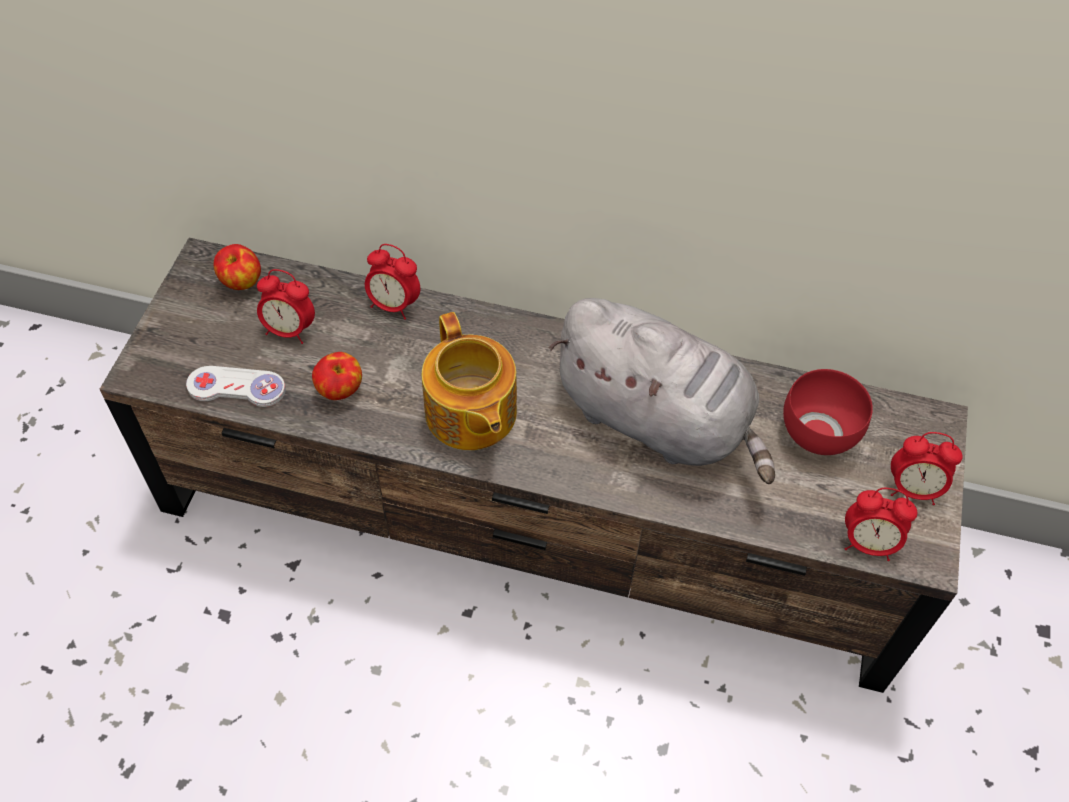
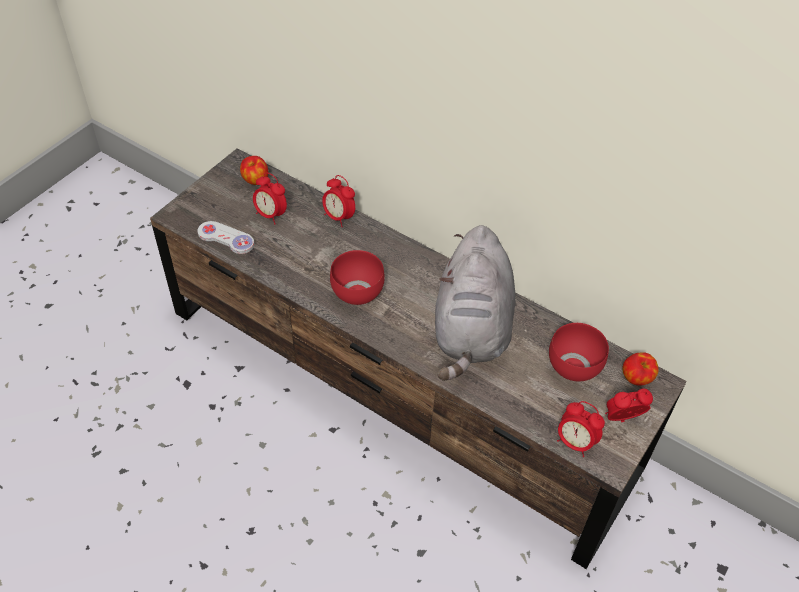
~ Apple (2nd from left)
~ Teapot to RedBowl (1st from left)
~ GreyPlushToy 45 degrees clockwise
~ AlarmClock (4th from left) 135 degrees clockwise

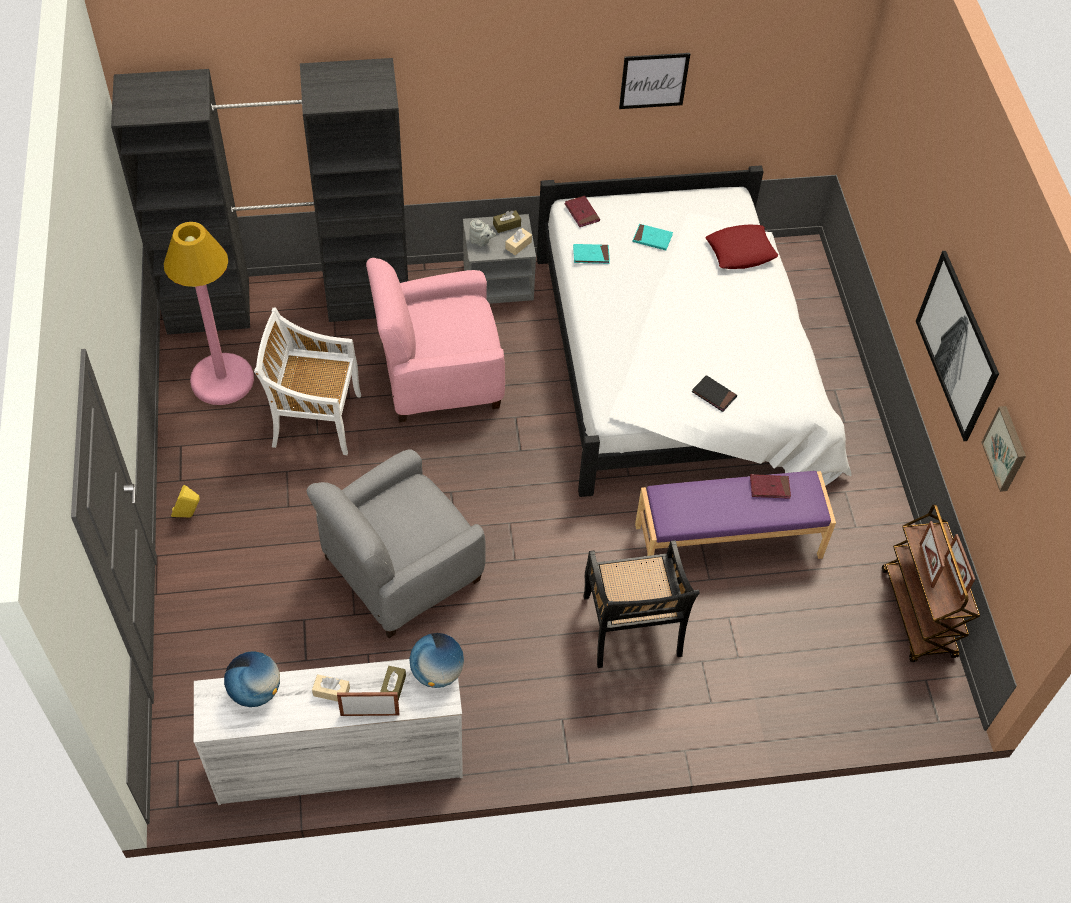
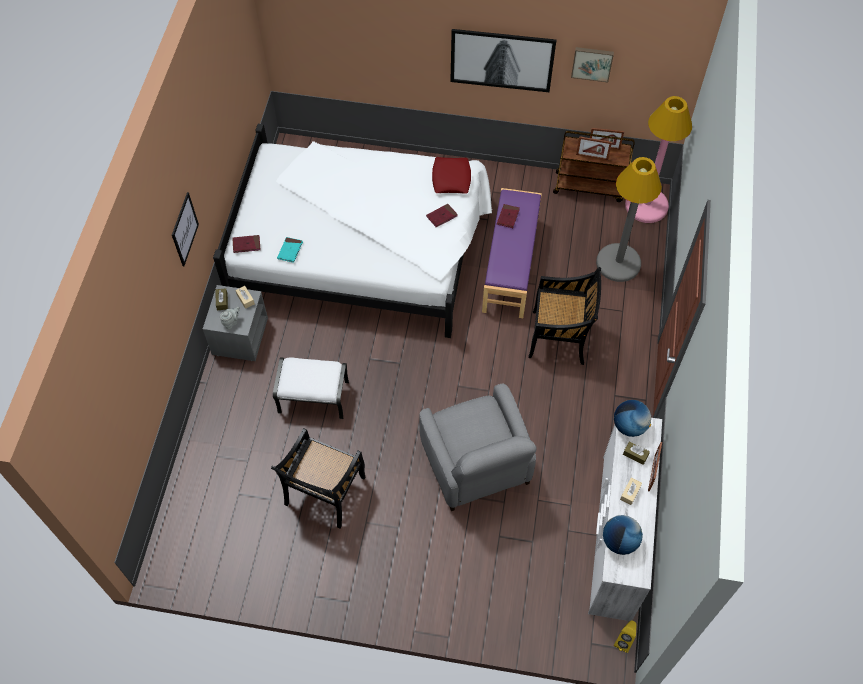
- BlackWardrobe
- TurquoiseBook (2nd from left)
+ GreyFloorLamp
~ PinkFloorLamp
~ YellowSpeaker
~ Picture (1st from left)
~ RedPillow
~ PinkArmchair to WhiteOttoman
~ WhiteChair to BlackChair (1st from left)
~ BlackBook to RedBook (2nd from left)

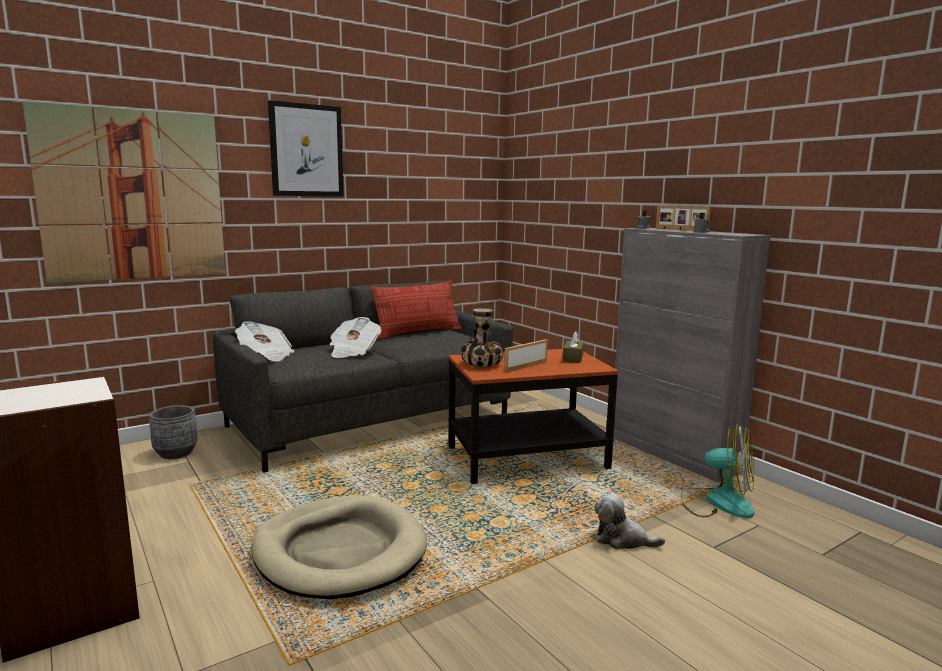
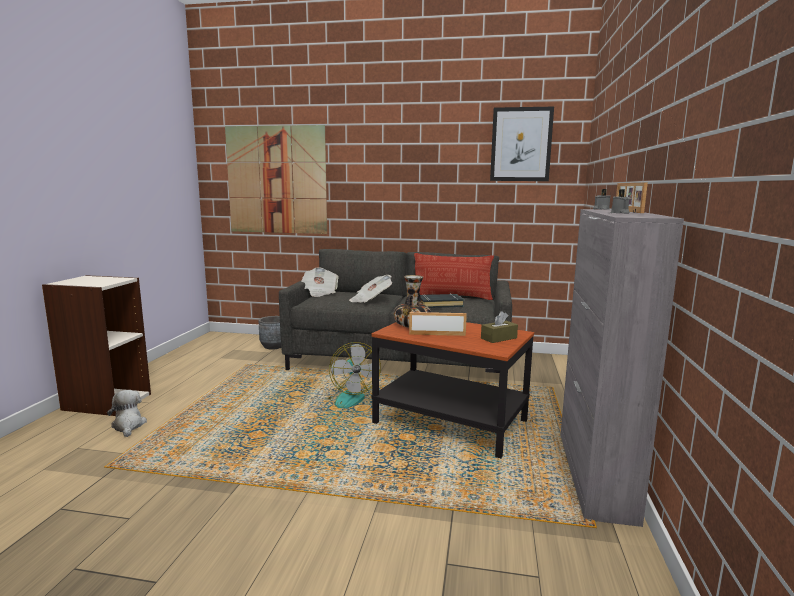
- BeigeDogBed
+ BlackBook
~ Picture (2nd from left)
~ PlushToy
~ Fan

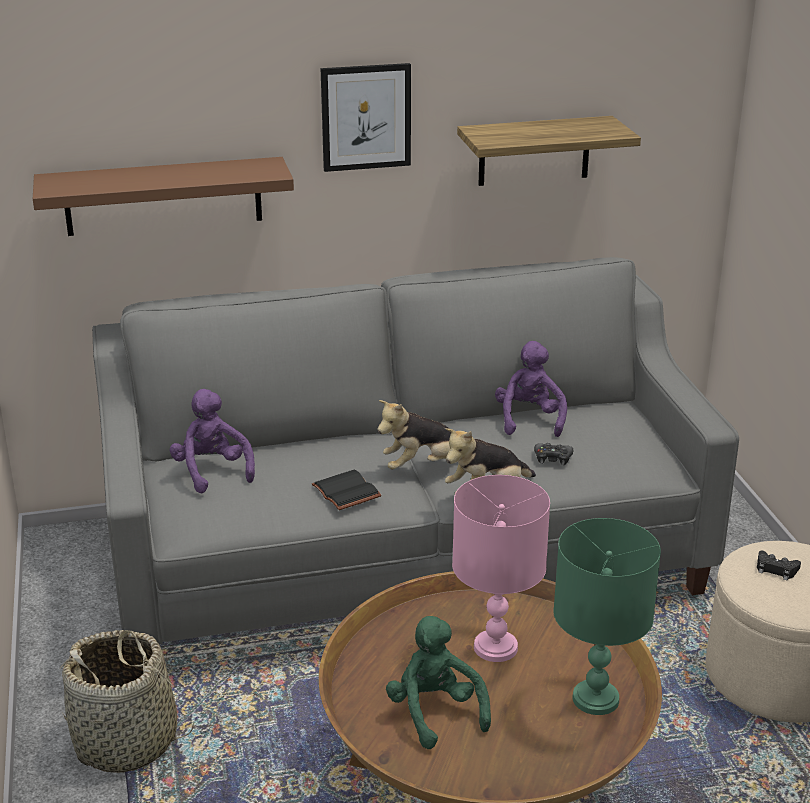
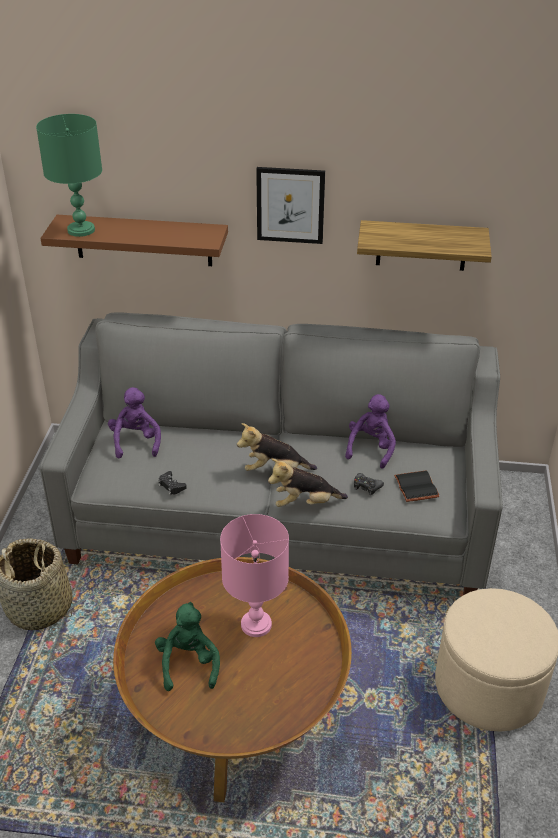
~ BlackBook
~ GreenTableLamp
~ BlackGameController (2nd from left in the first image) to BlackGameController (1st from left)

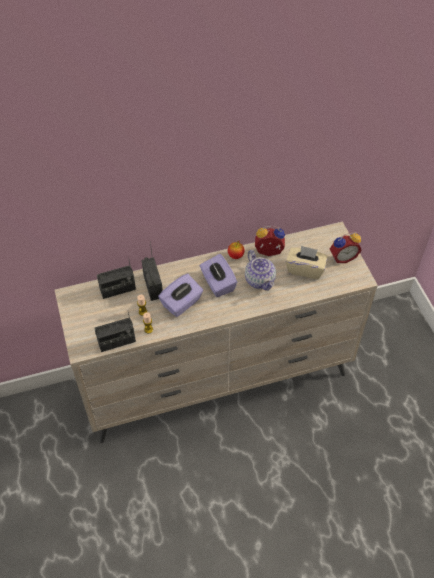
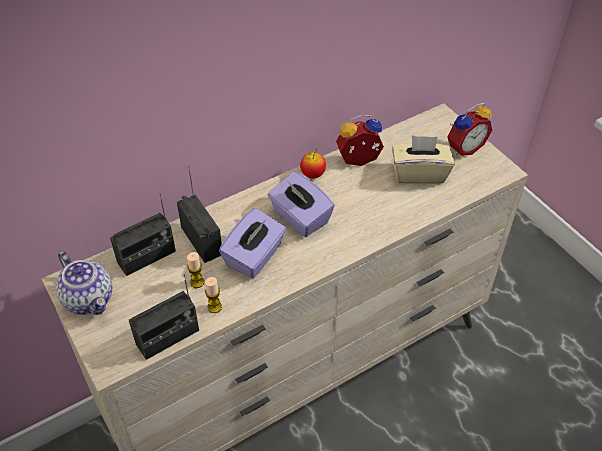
~ Teapot

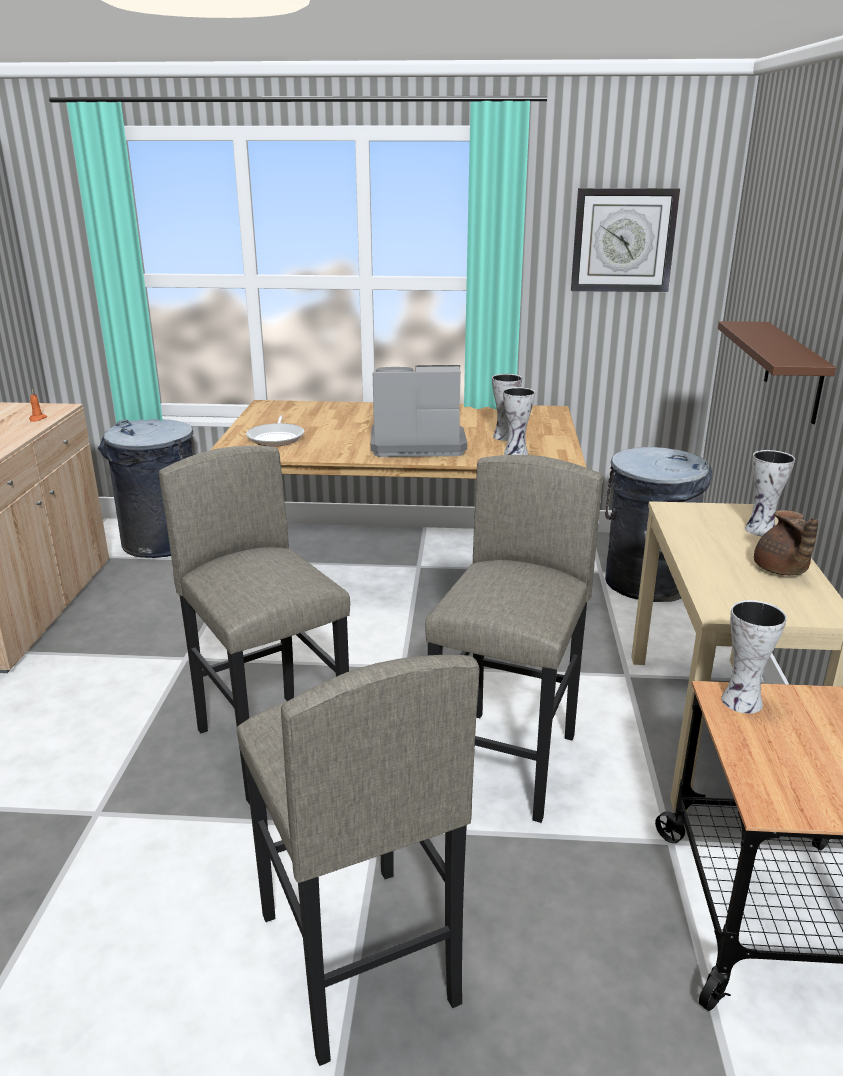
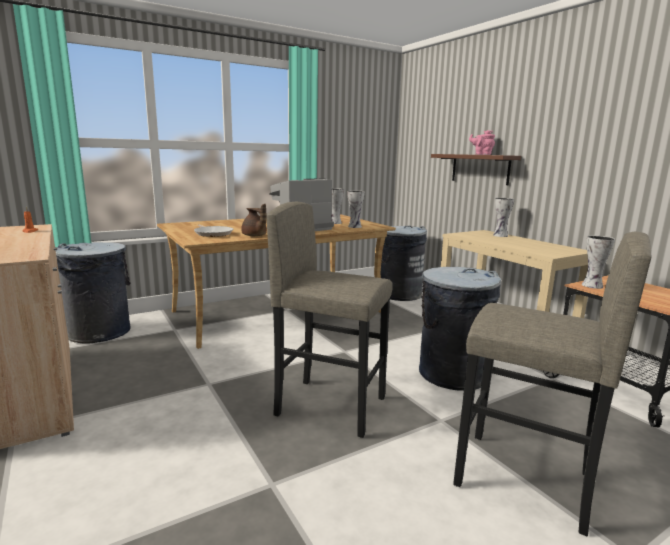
- WallClock
+ PinkTeapot
~ BrownTeapot
~ GreyStool (3rd from left) to GreyTrashCan (3rd from left)

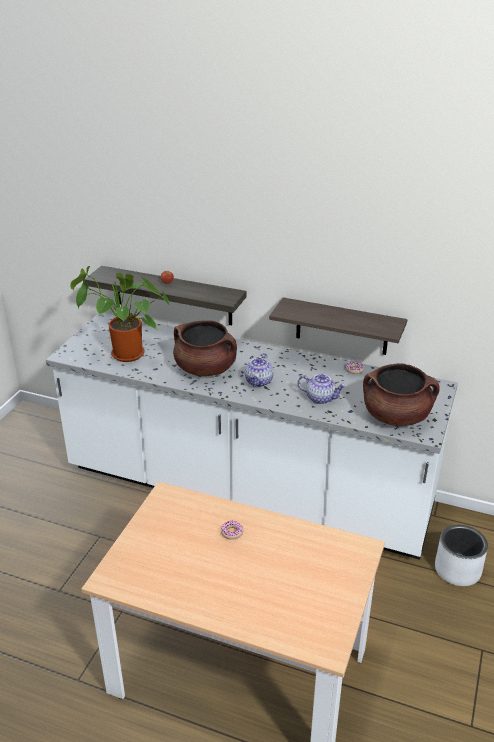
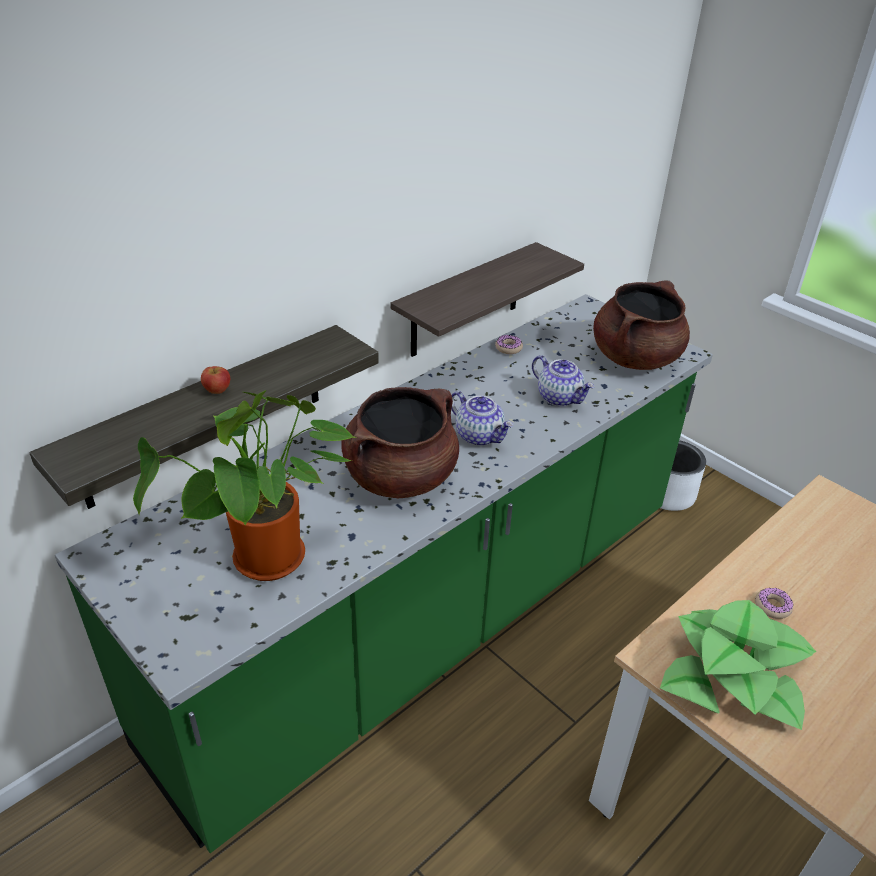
+ PottedPlant (2nd from left)
~ WhiteCounter to GreenCounter
~ Teapot (2nd from left) 90 degrees clockwise

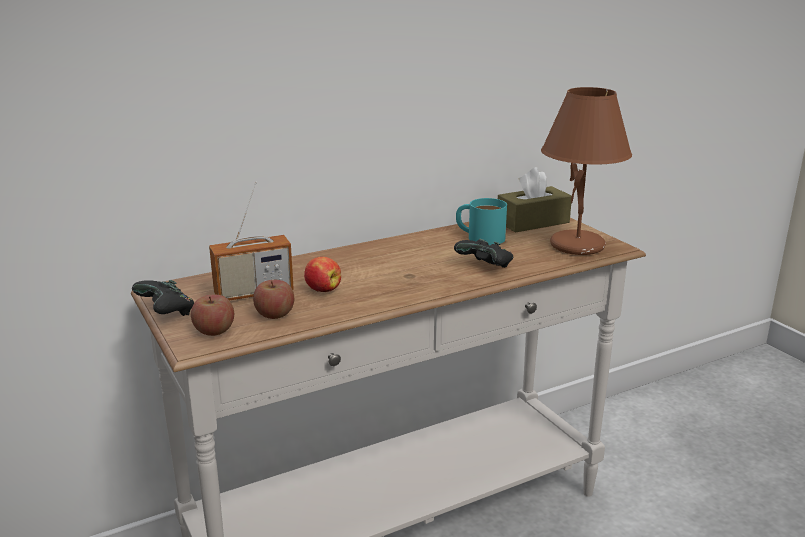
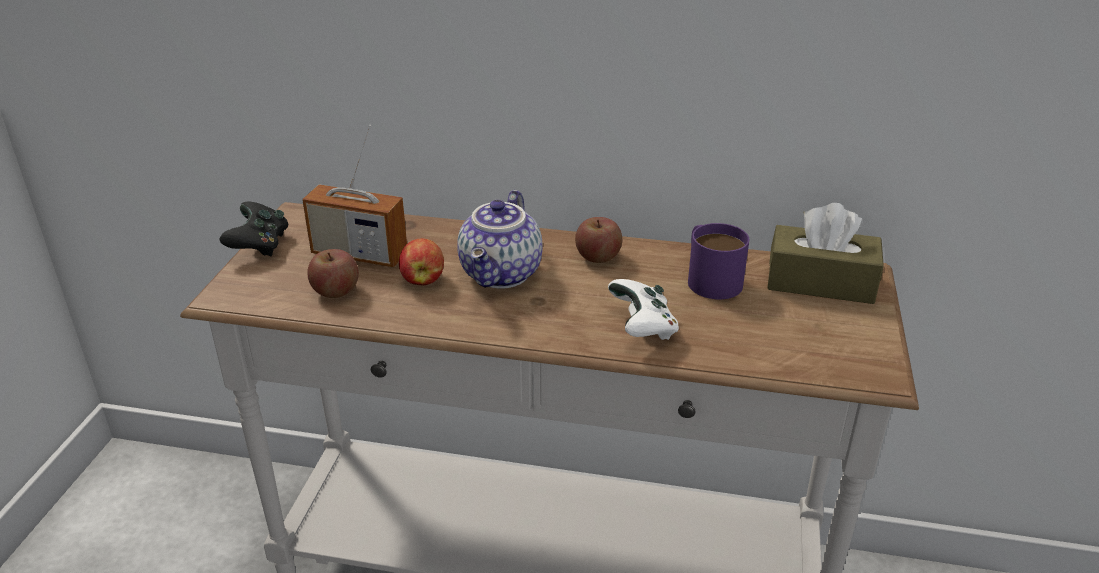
- BrownTableLamp
+ Teapot
~ Apple (1st from left in the first image) to Apple (3rd from left)
~ BlackGameController (2nd from left) to WhiteGameController
~ TurquoiseMug to PurpleMug

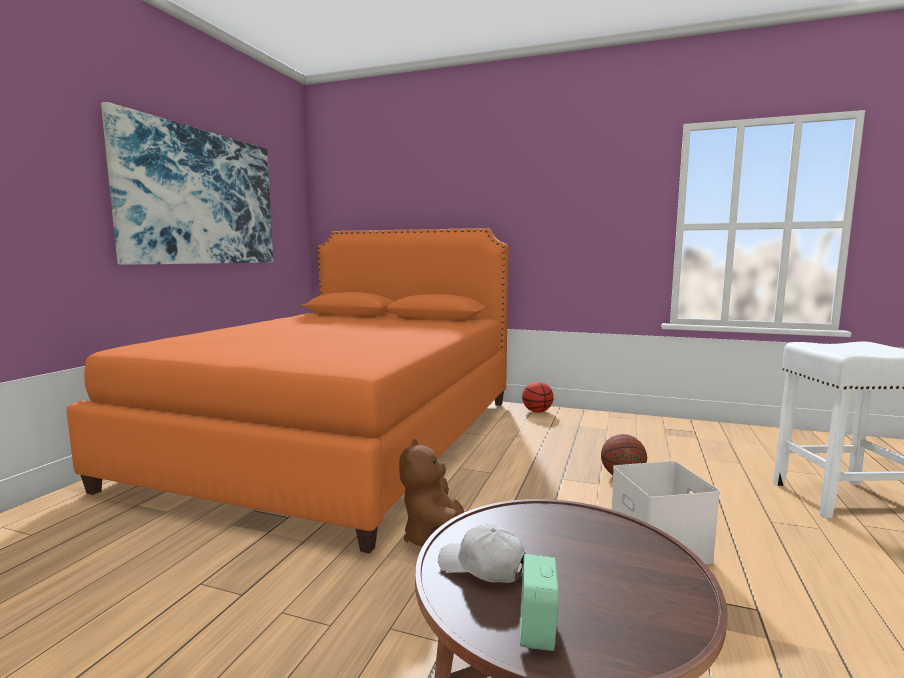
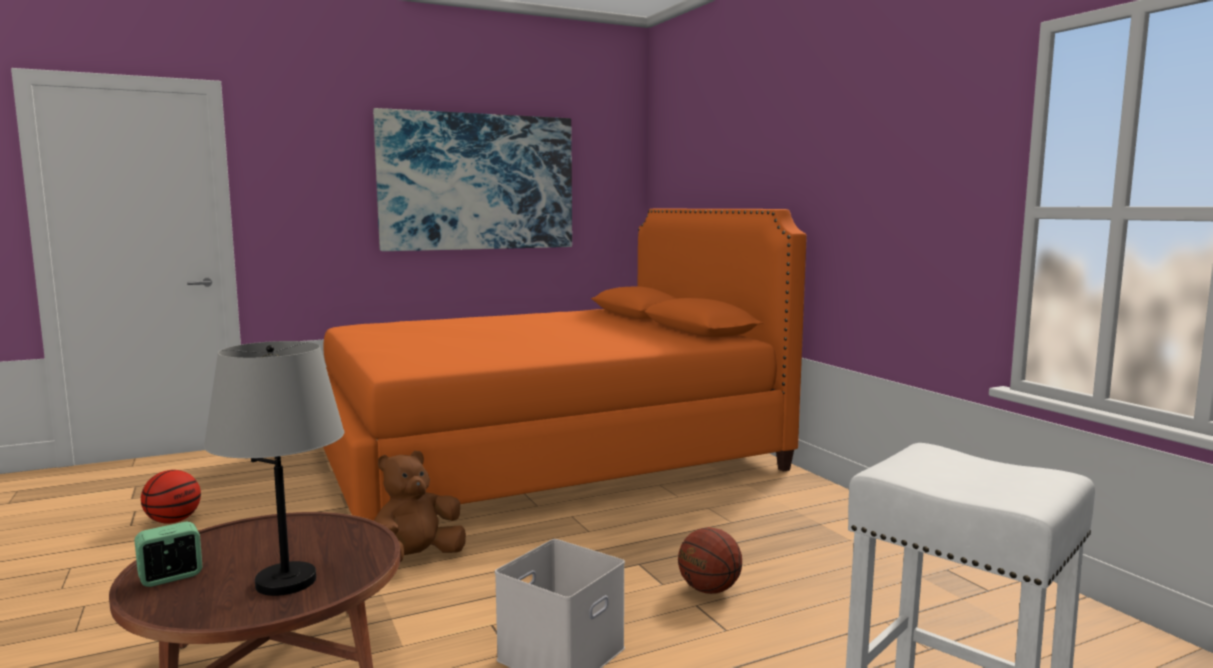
- WhiteCap
+ GreyTableLamp
~ Basketball (1st from left)

